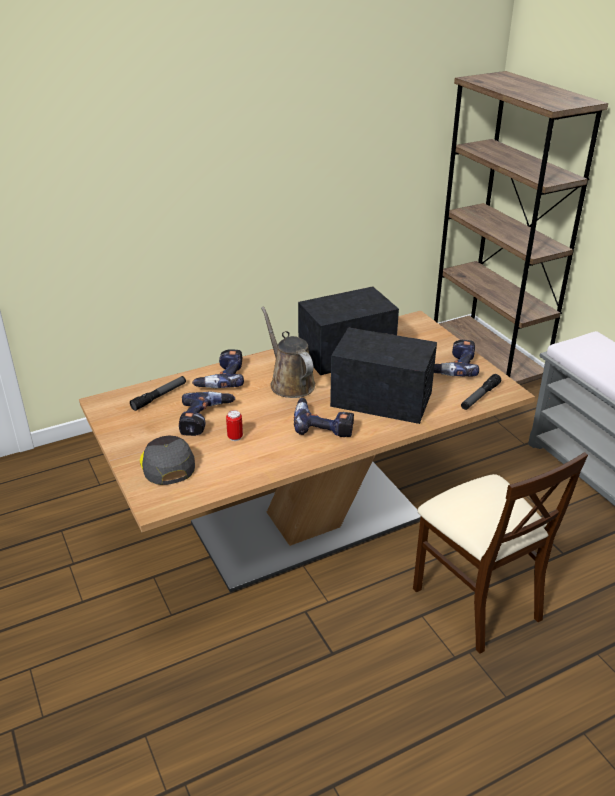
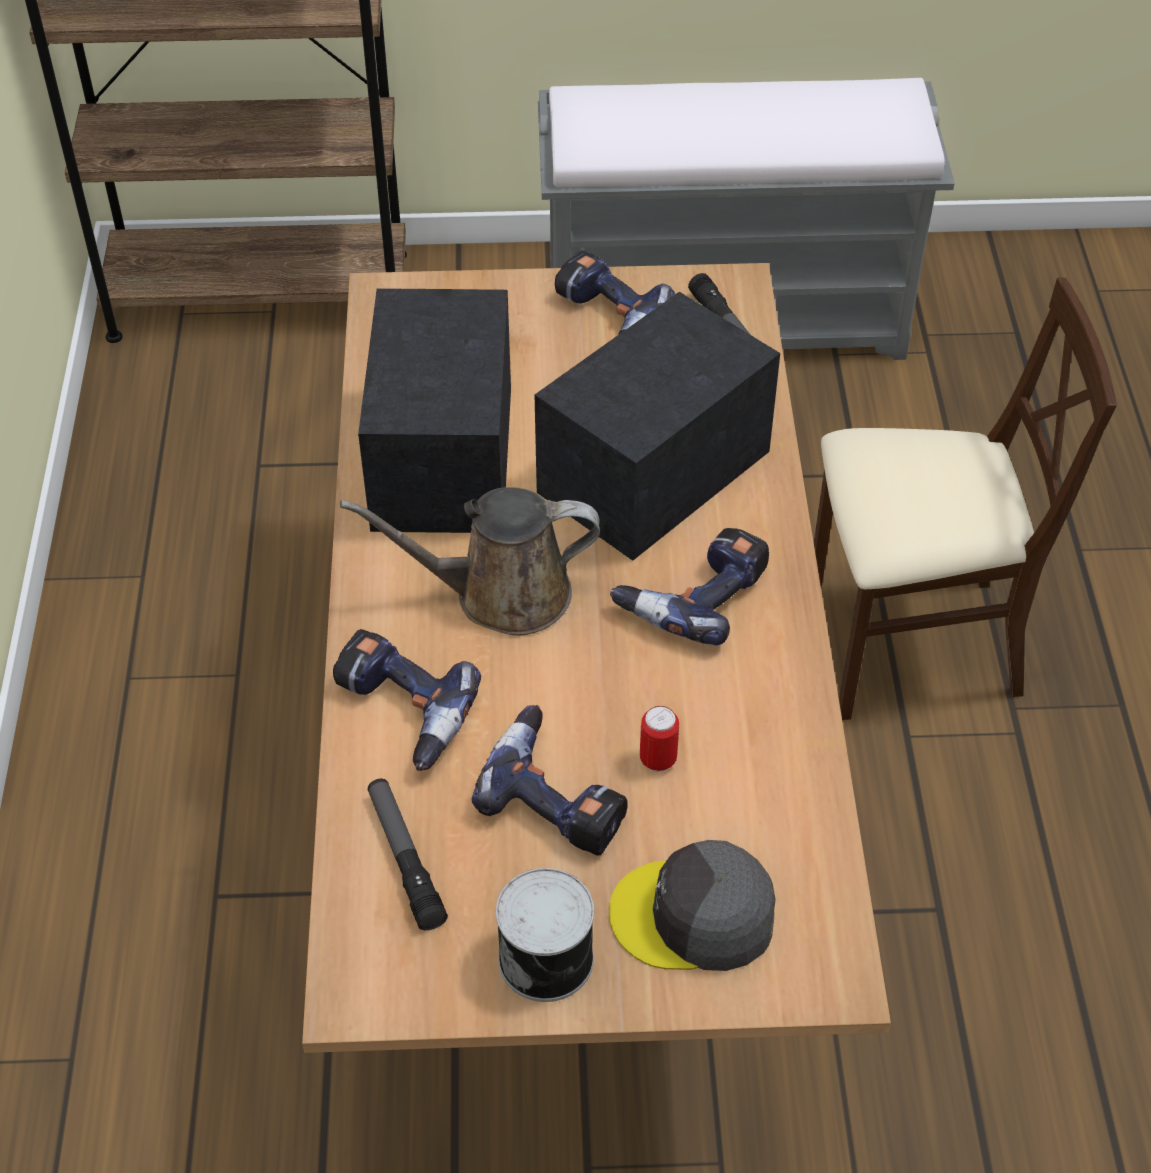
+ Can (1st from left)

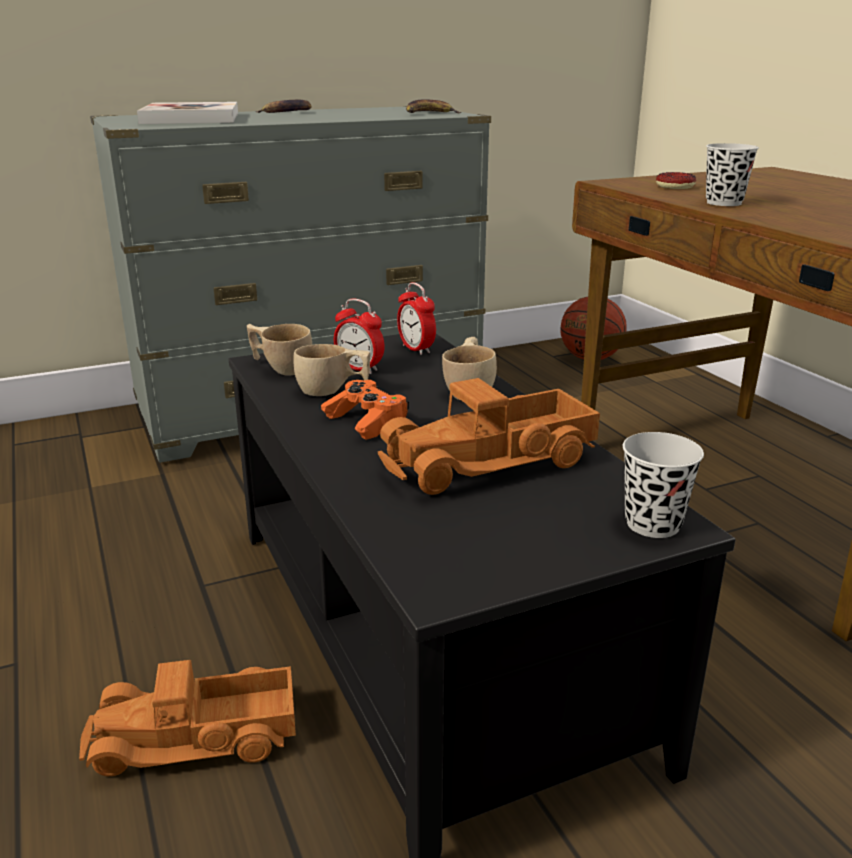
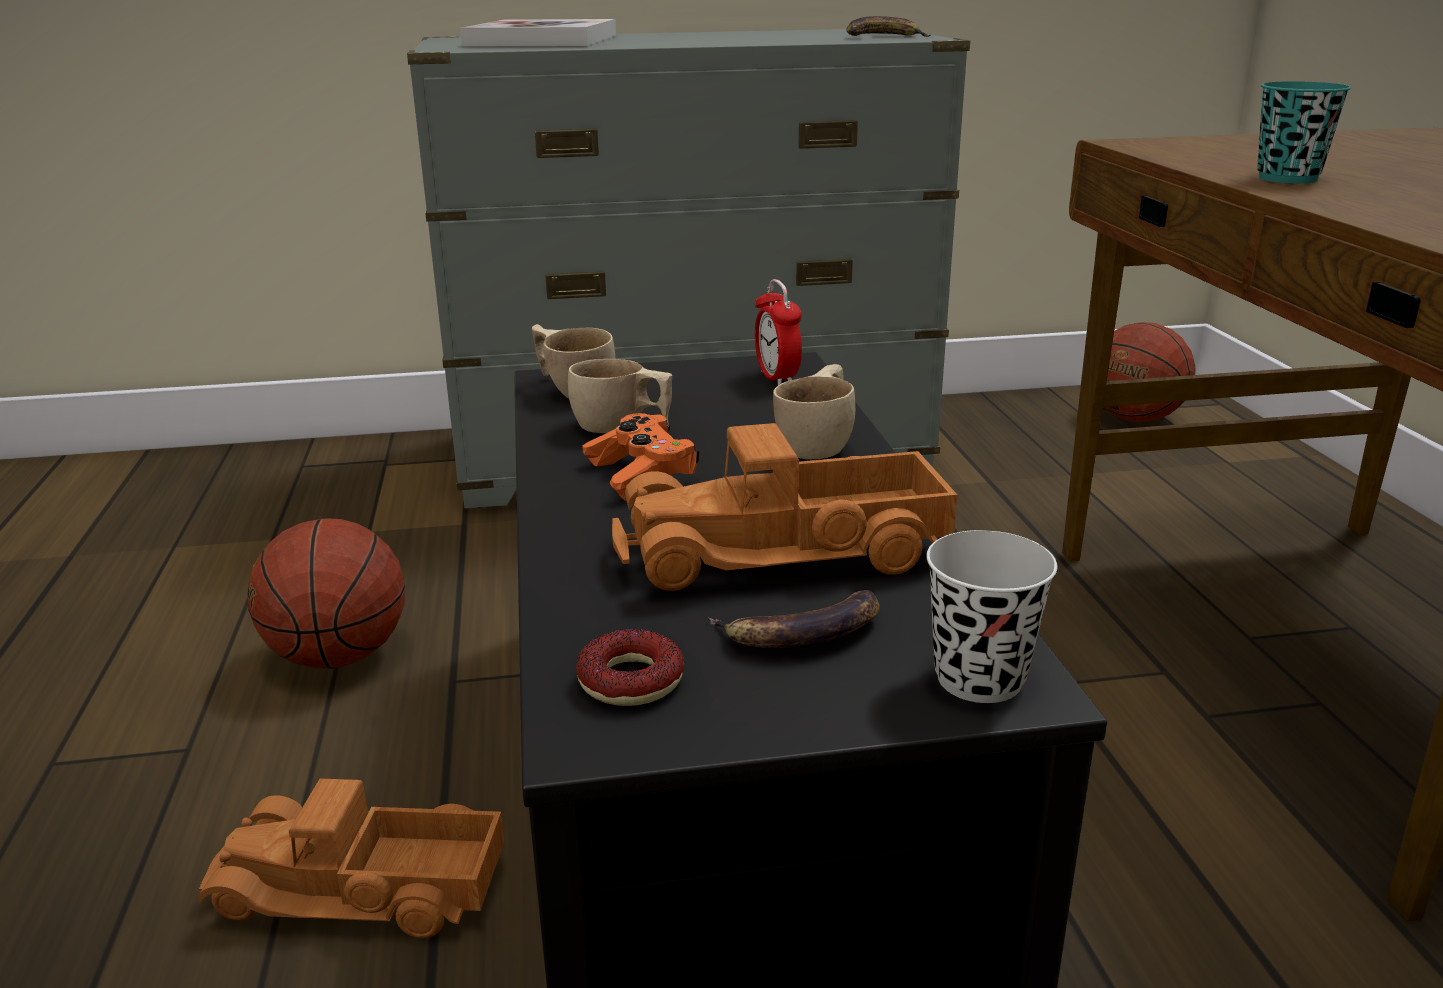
- AlarmClock (1st from left)
+ Basketball (1st from left)
~ Banana (1st from left)
~ Donut
~ BlackCup (2nd from left) to TurquoiseCup

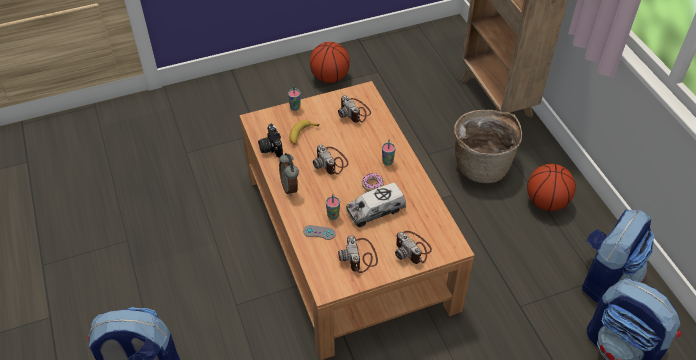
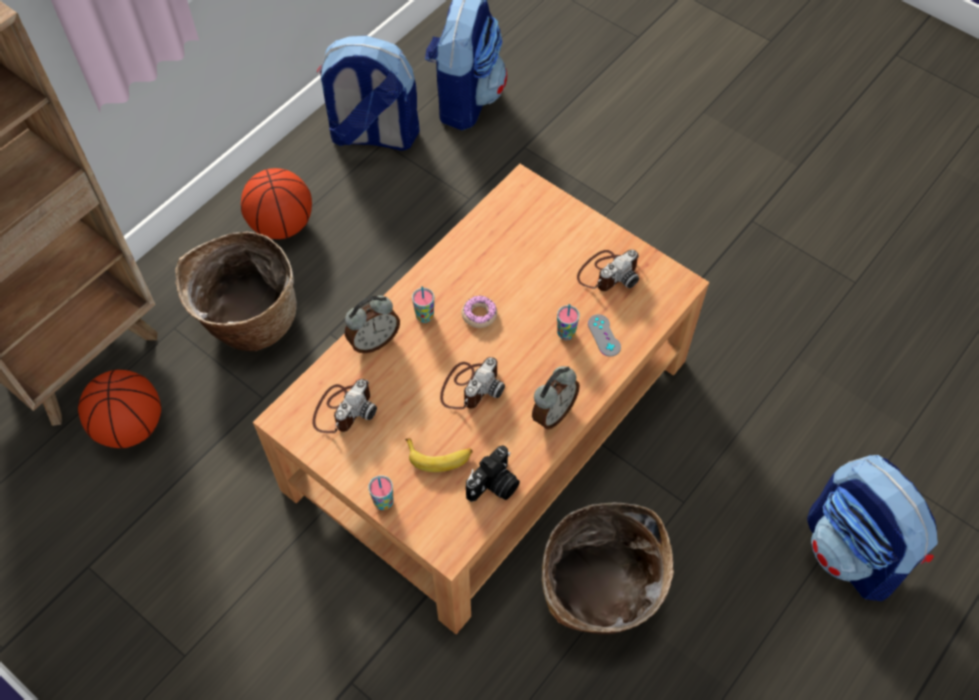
- ToyTruck
- PhotoCamera (5th from left)
+ AlarmClock (1st from left)
+ Basket (2nd from left)
~ Basketball (1st from left)

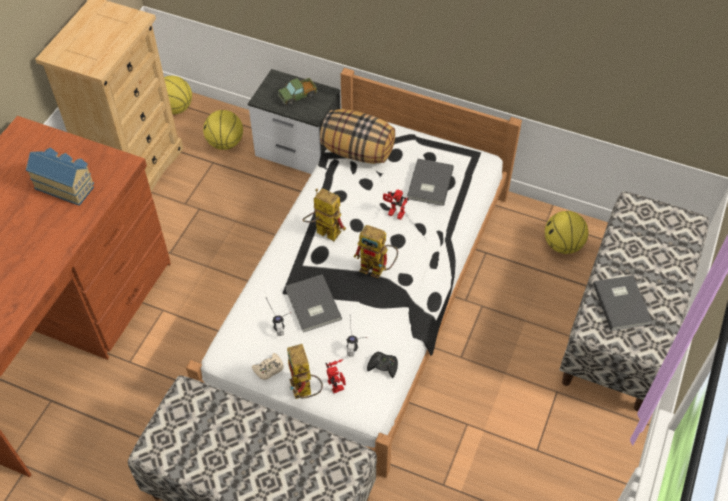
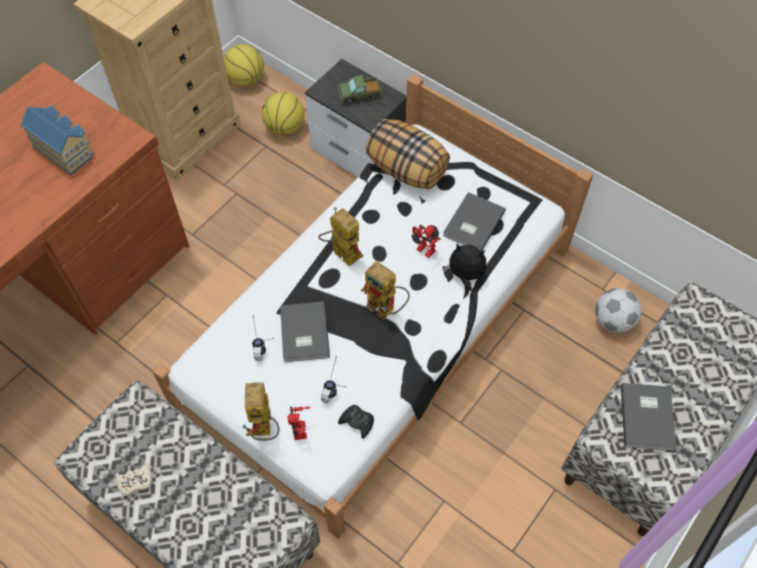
+ PlushToy
~ BeigeGameController
~ Basketball (3rd from left) to Football

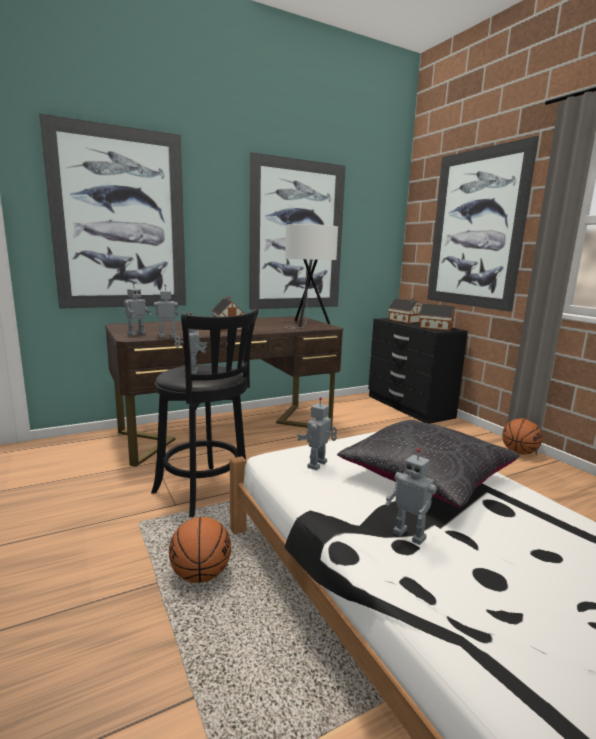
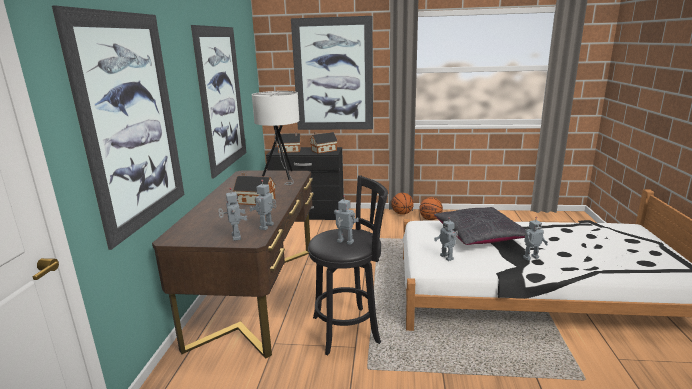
~ Basketball (1st from left in the first image) to Basketball (2nd from left)

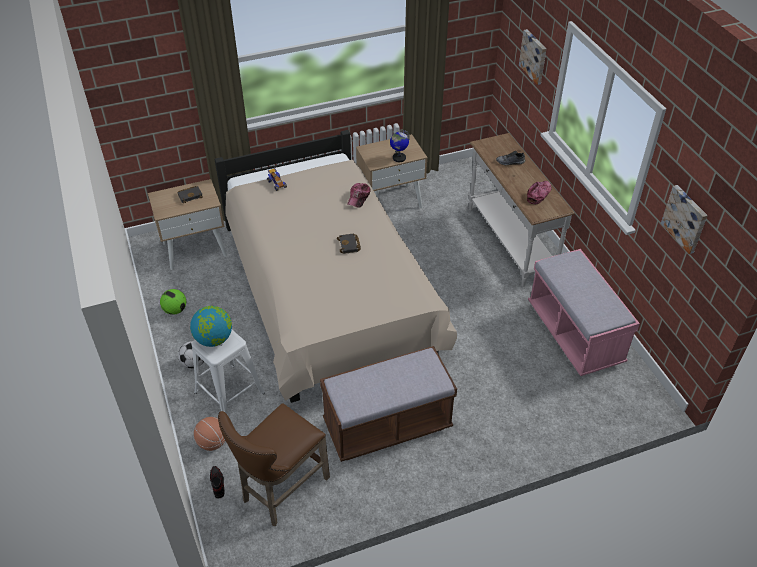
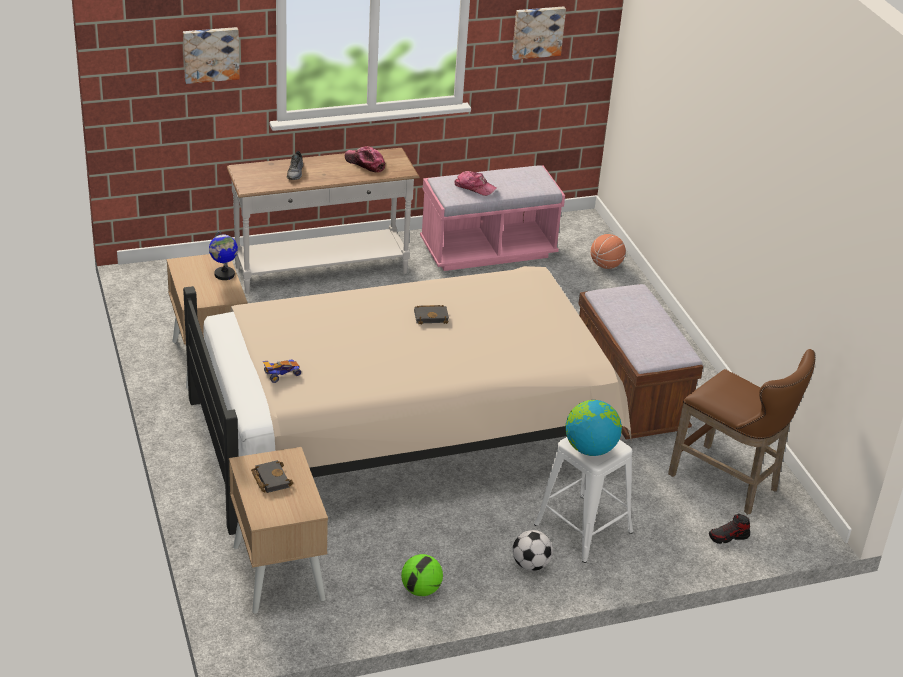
~ Basketball
~ Cap (1st from left in the first image) to Cap (2nd from left)

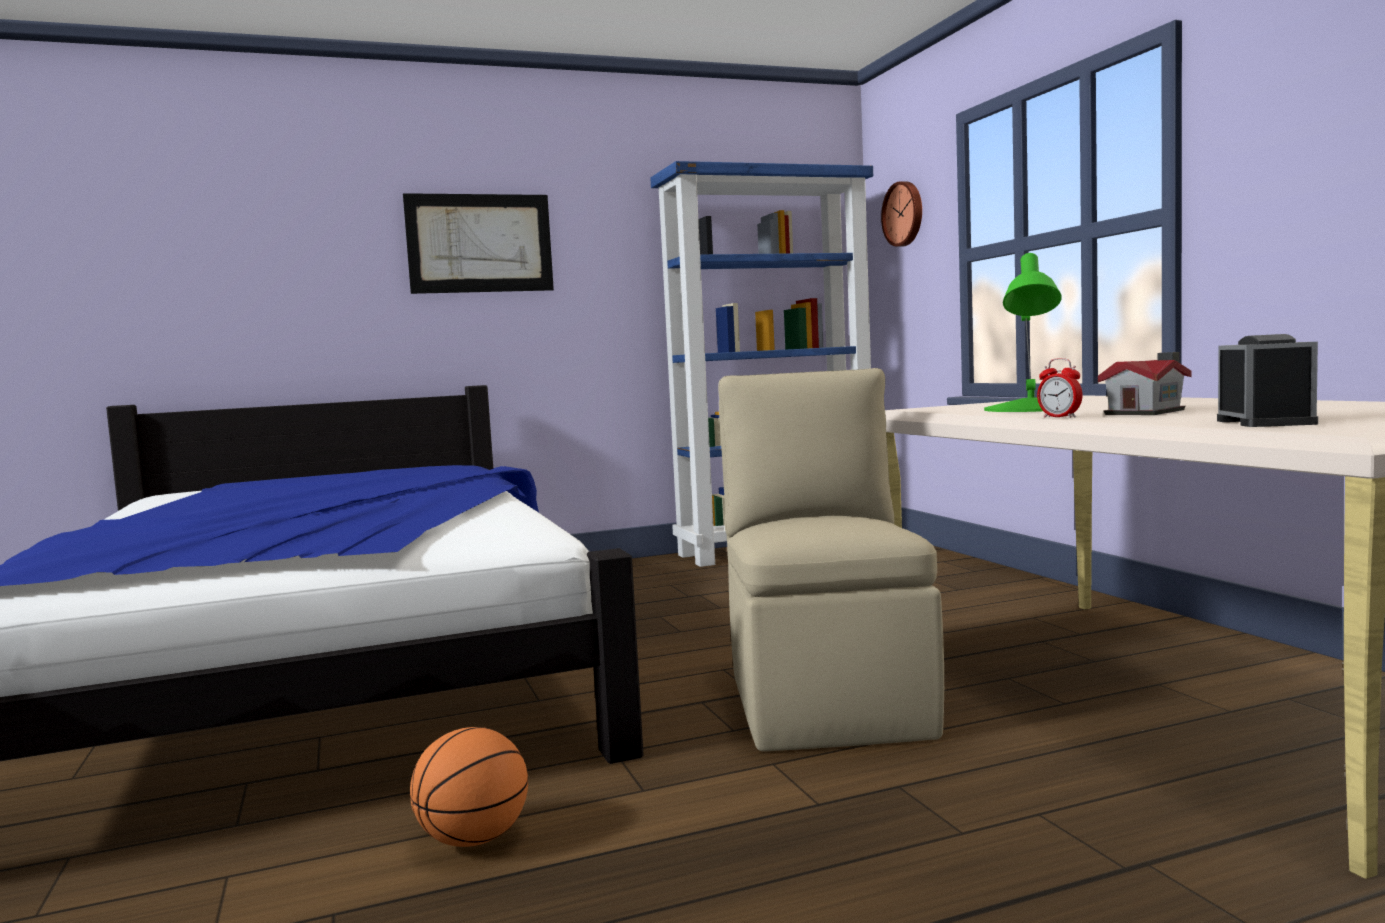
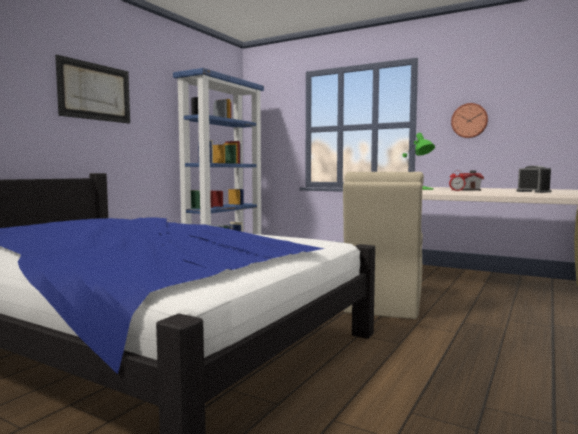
- Basketball
~ WallClock
~ BeigeChair 120 degrees counterclockwise

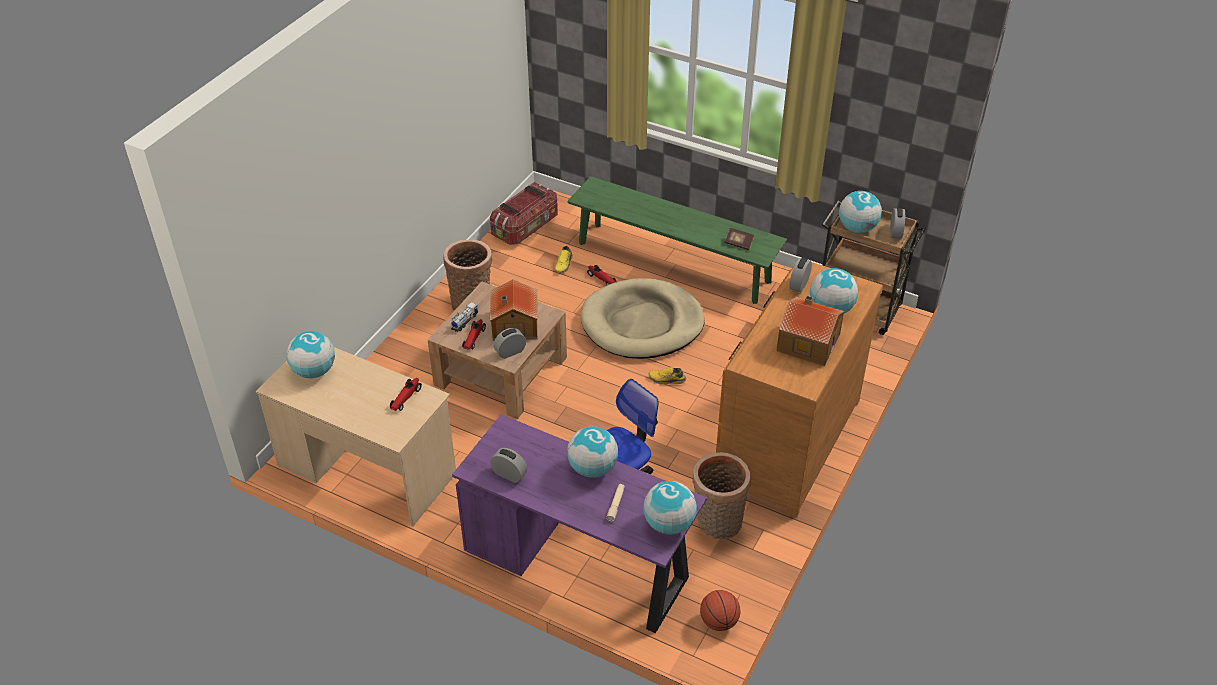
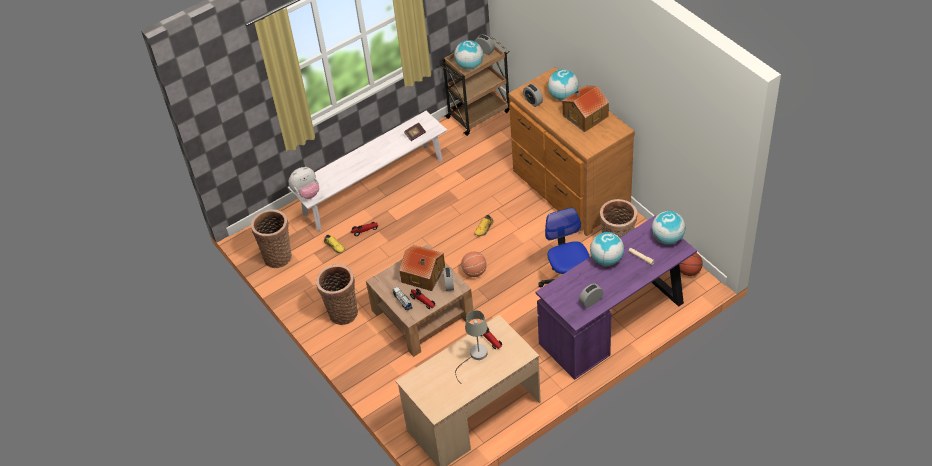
- Globe (1st from left)
- BeigeDogBed
+ PlushToy
+ GreyTableLamp
+ Basketball (1st from left)
~ StorageBox to Basket (1st from left)
~ GreenBench to WhiteBench

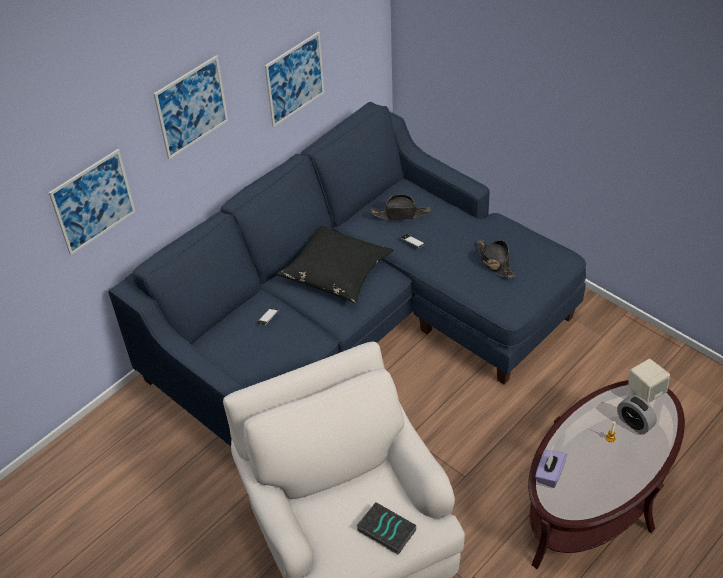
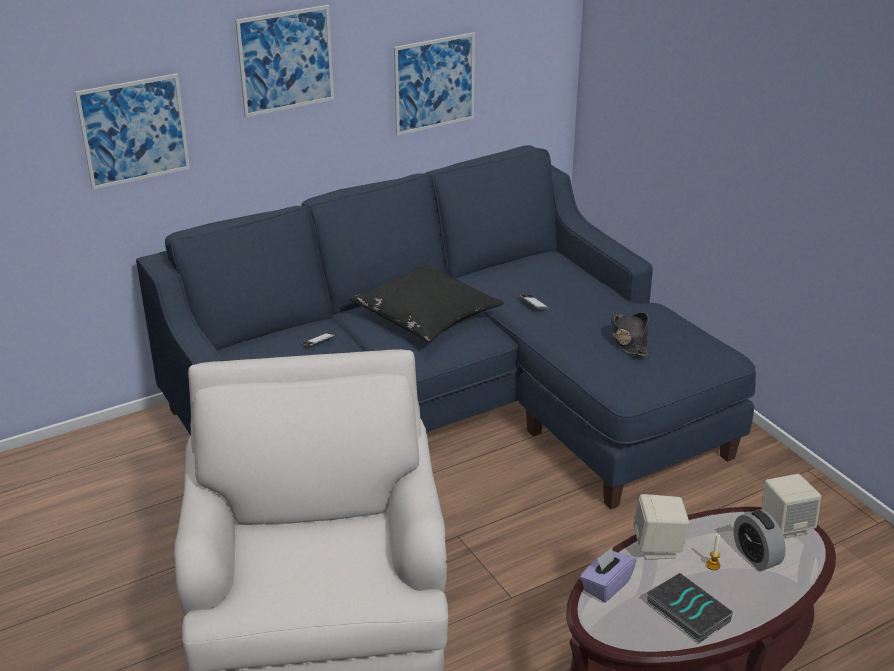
- BlackHat (1st from left)
+ BeigeSpeaker (1st from left)
~ Book

